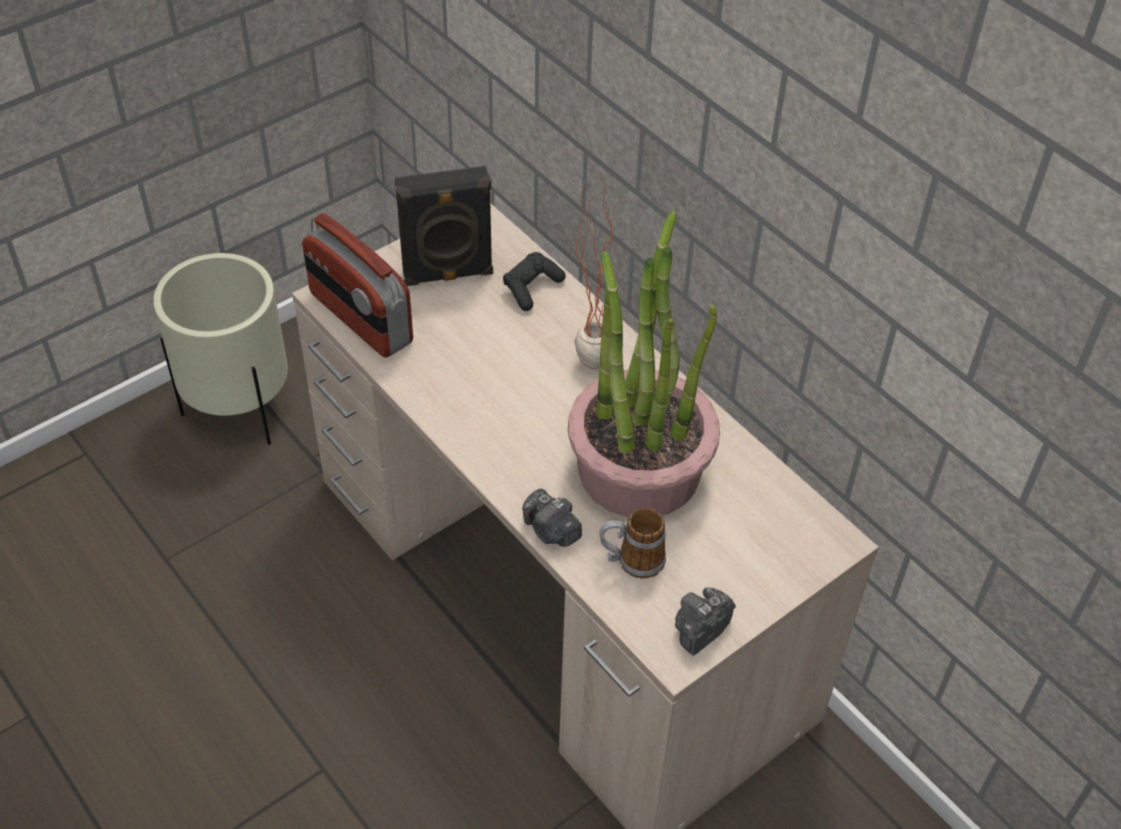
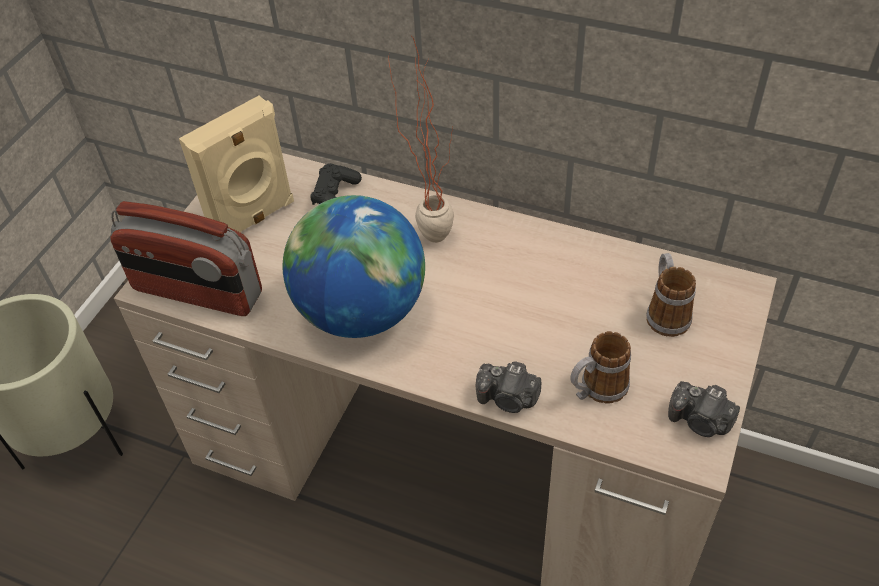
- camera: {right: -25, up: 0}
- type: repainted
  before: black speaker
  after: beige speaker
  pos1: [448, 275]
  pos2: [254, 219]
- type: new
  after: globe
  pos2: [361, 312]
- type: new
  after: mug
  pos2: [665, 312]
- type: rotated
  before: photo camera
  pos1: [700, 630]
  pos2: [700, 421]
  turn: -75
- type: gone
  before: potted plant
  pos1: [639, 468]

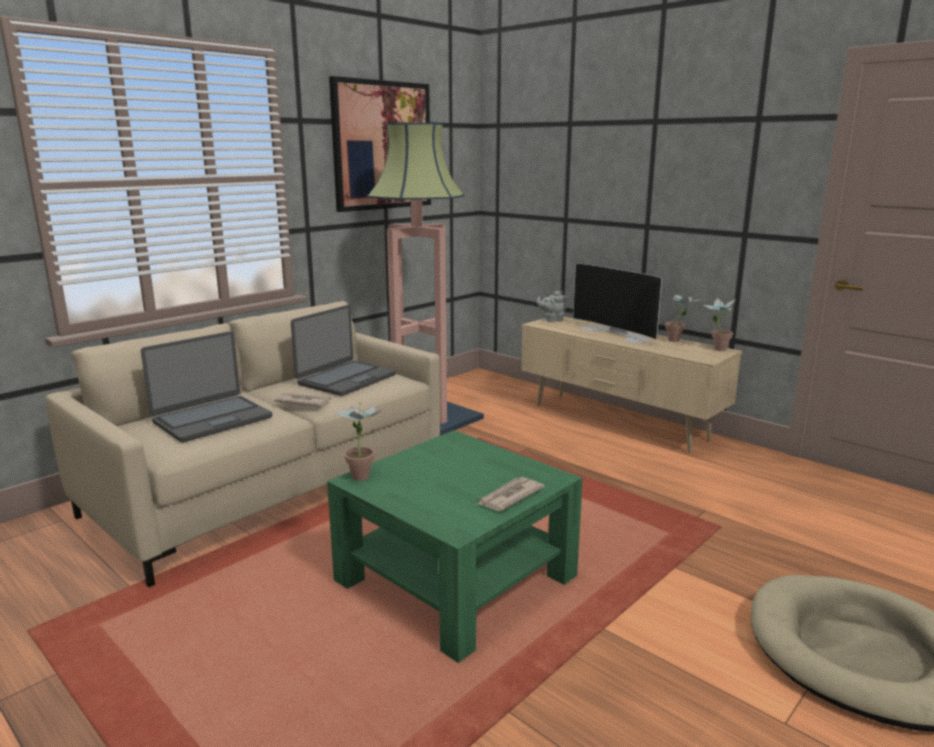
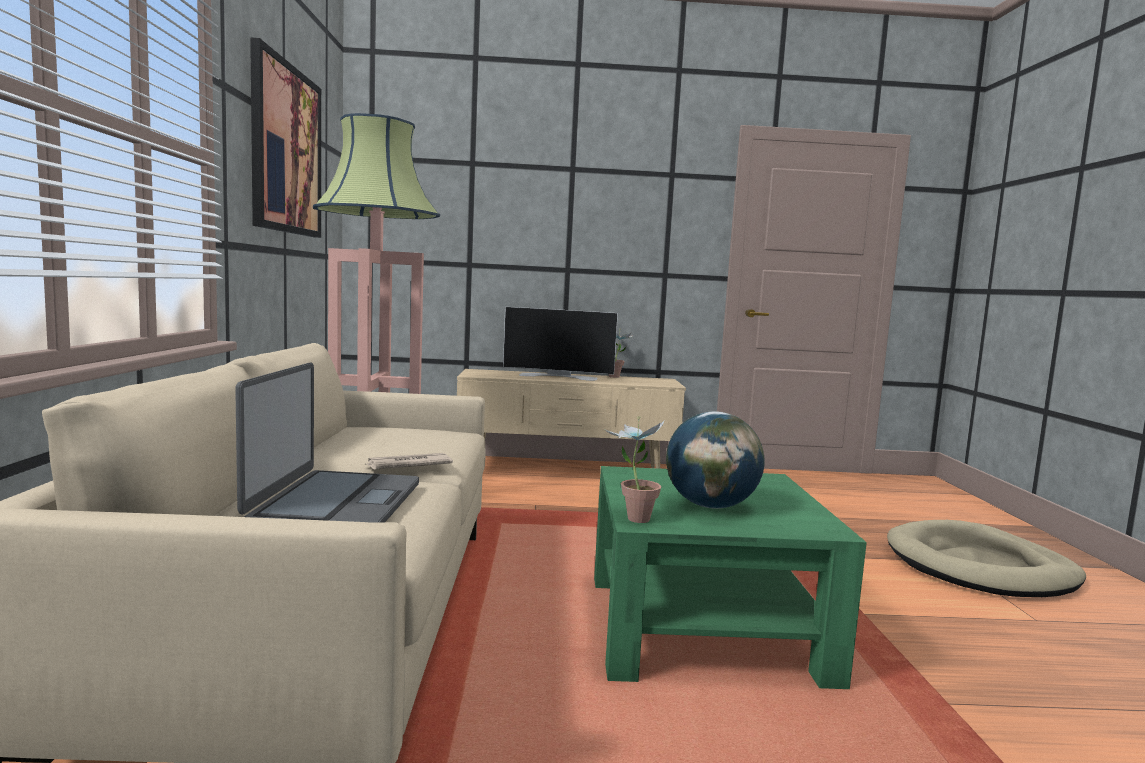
- camera: {right: -45, up: -10}
- type: new
  after: globe
  pos2: [710, 505]
- type: gone
  before: laptop
  pos1: [346, 379]
- type: gone
  before: newspaper
  pos1: [509, 497]
- type: gone
  before: grey teapot
  pos1: [552, 320]
- type: gone
  before: potted plant
  pos1: [715, 349]

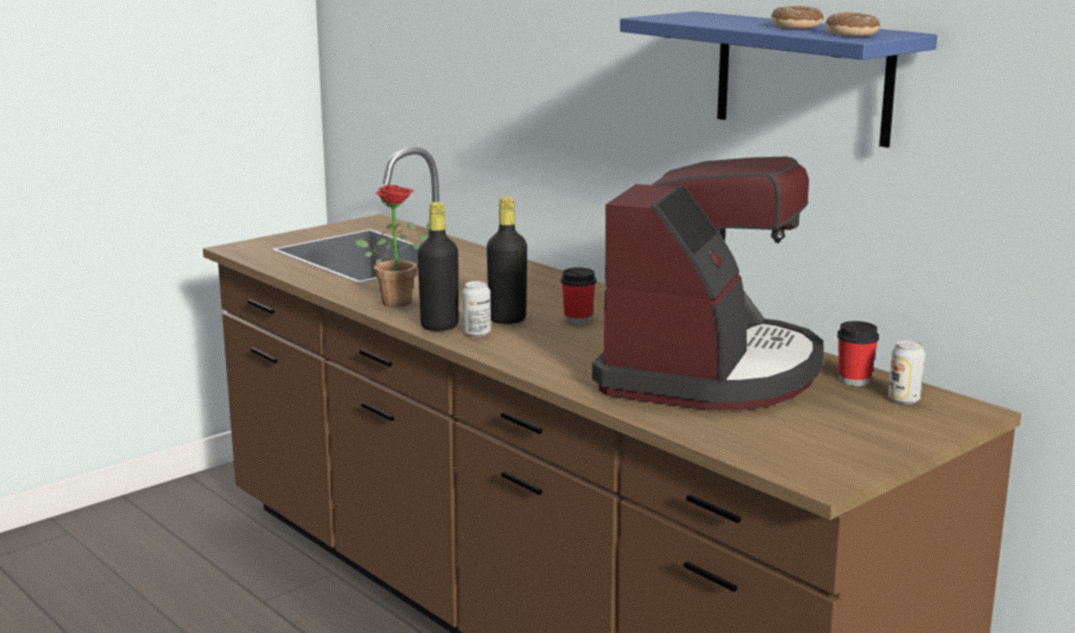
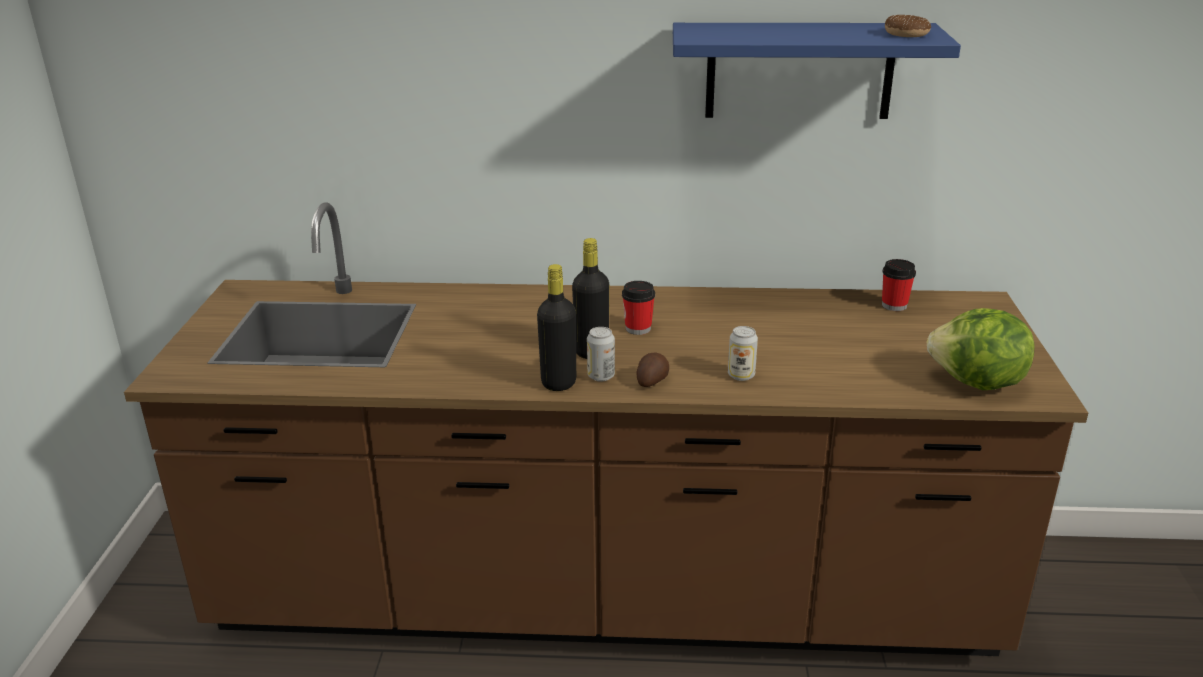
- camera: {right: -45, up: 10}
- type: new
  after: potato
  pos2: [651, 380]
- type: shifted
  before: can
  pos1: [904, 399]
  pos2: [741, 375]
- type: new
  after: lettuce
  pos2: [977, 384]
- type: gone
  before: potted plant
  pos1: [401, 300]
- type: gone
  before: coffee machine
  pos1: [709, 372]
- type: gone
  before: donut
  pos1: [796, 26]

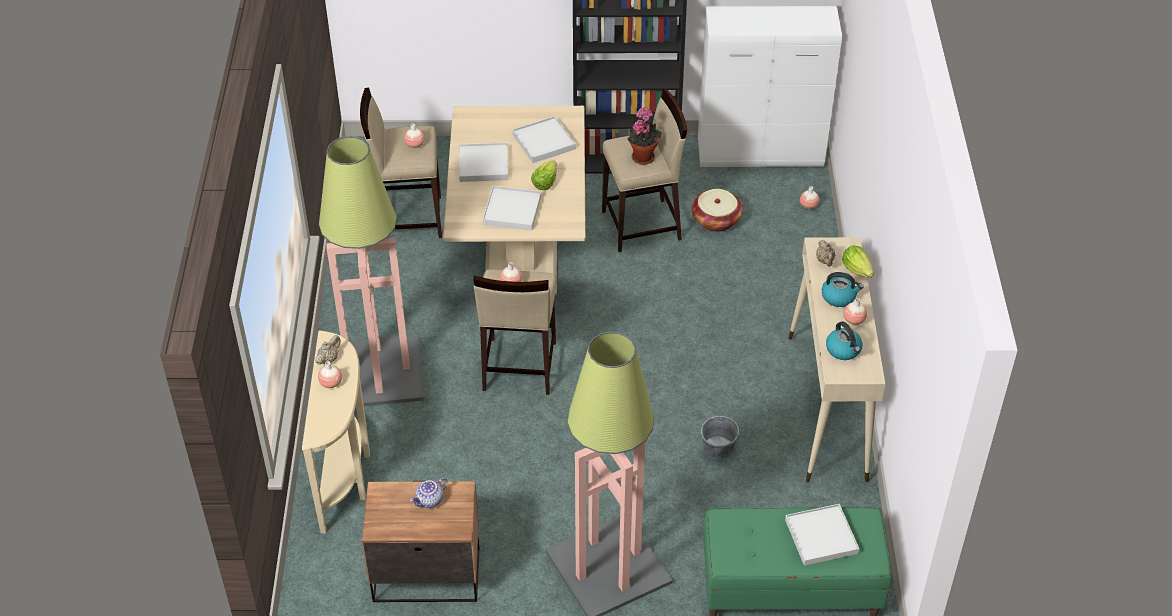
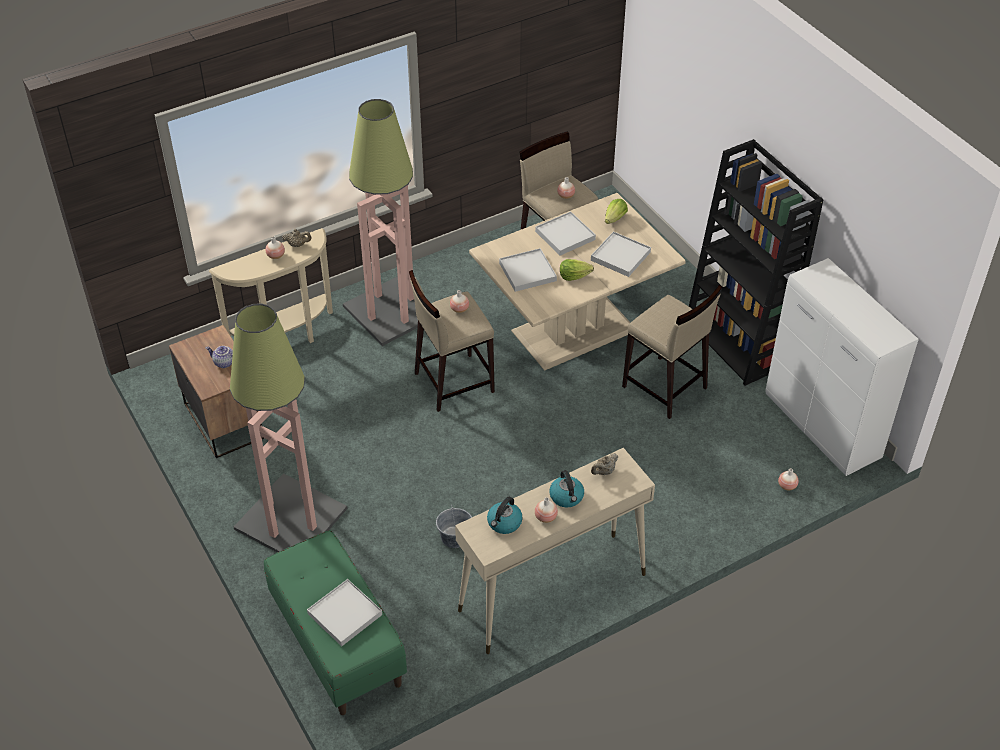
- camera: {right: 60, up: 0}
- type: shifted
  before: lettuce
  pos1: [857, 270]
  pos2: [615, 219]
- type: gone
  before: potted plant
  pos1: [642, 156]
- type: gone
  before: basket
  pos1: [716, 220]

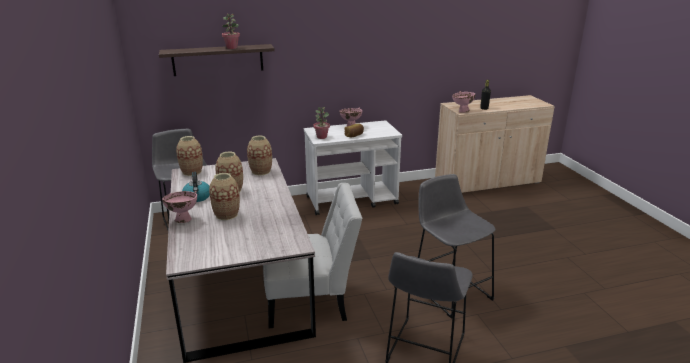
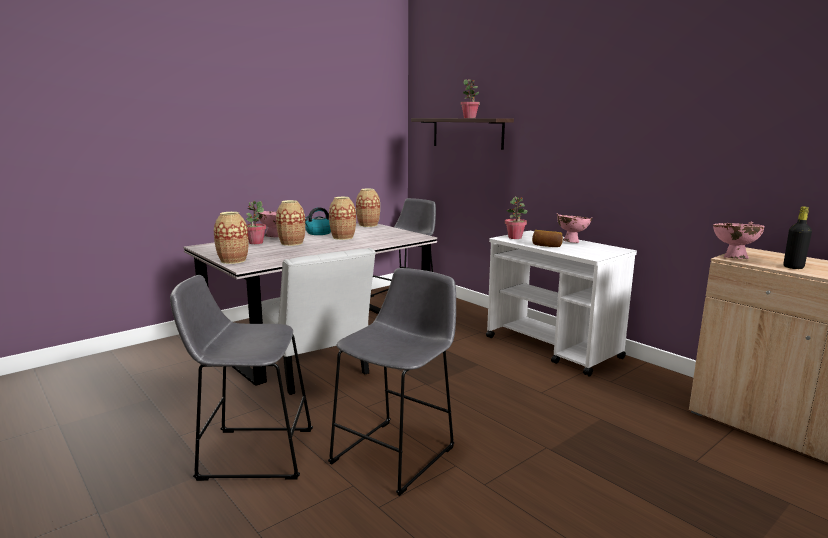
- camera: {right: 65, up: -10}
- type: shifted
  before: vase
  pos1: [261, 171]
  pos2: [233, 260]
- type: new
  after: potted plant
  pos2: [256, 242]

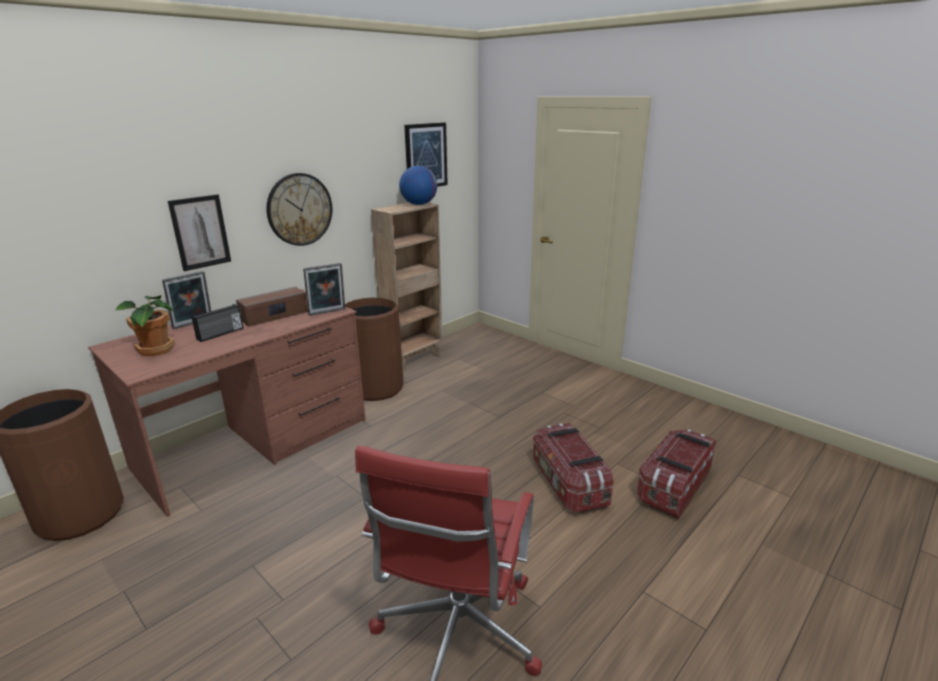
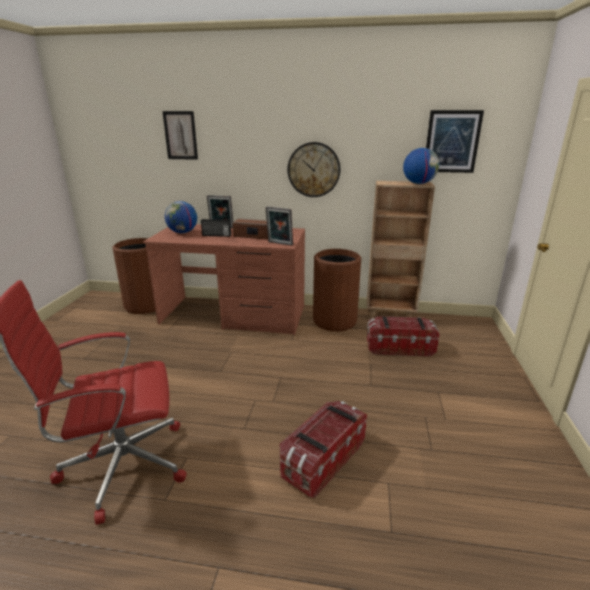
- camera: {right: 55, up: 0}
- type: shifted
  before: picture
  pos1: [200, 232]
  pos2: [180, 135]
- type: swapped
  before: potted plant
  after: globe
  pos1: [155, 350]
  pos2: [182, 232]
- type: shifted
  before: storage box
  pos1: [673, 487]
  pos2: [399, 348]

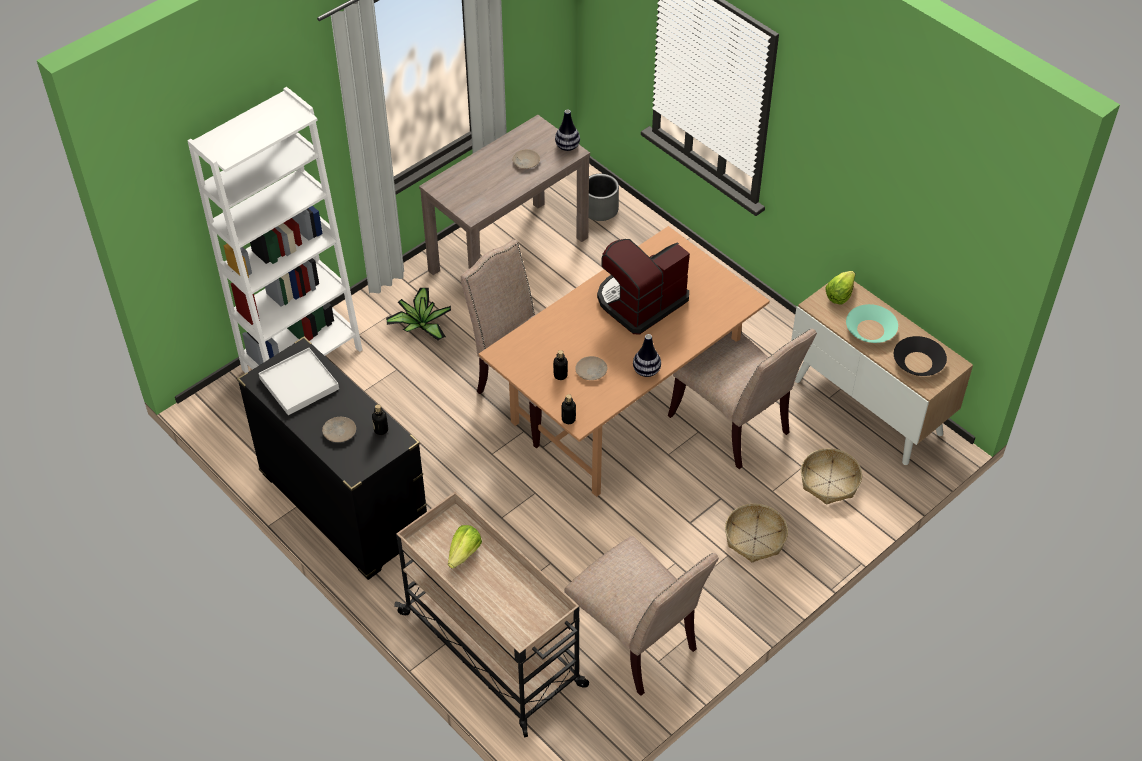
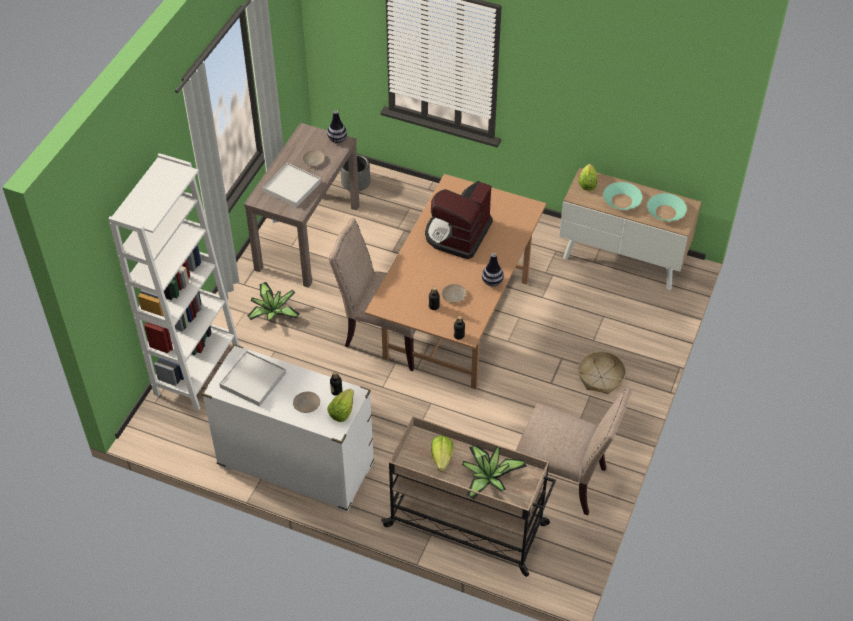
- camera: {right: -25, up: 0}
- type: repainted
  before: black dresser
  after: white dresser
  pos1: [343, 505]
  pos2: [295, 466]
- type: new
  after: white tray
  pos2: [292, 187]
- type: new
  after: lettuce
  pos2: [342, 411]
- type: new
  after: potted plant
  pos2: [488, 477]
- type: repainted
  before: black bowl
  after: turquoise bowl
  pos1: [918, 362]
  pos2: [665, 212]
- type: gone
  before: beige chair
  pos1: [734, 425]
- type: gone
  before: basket
  pos1: [829, 482]

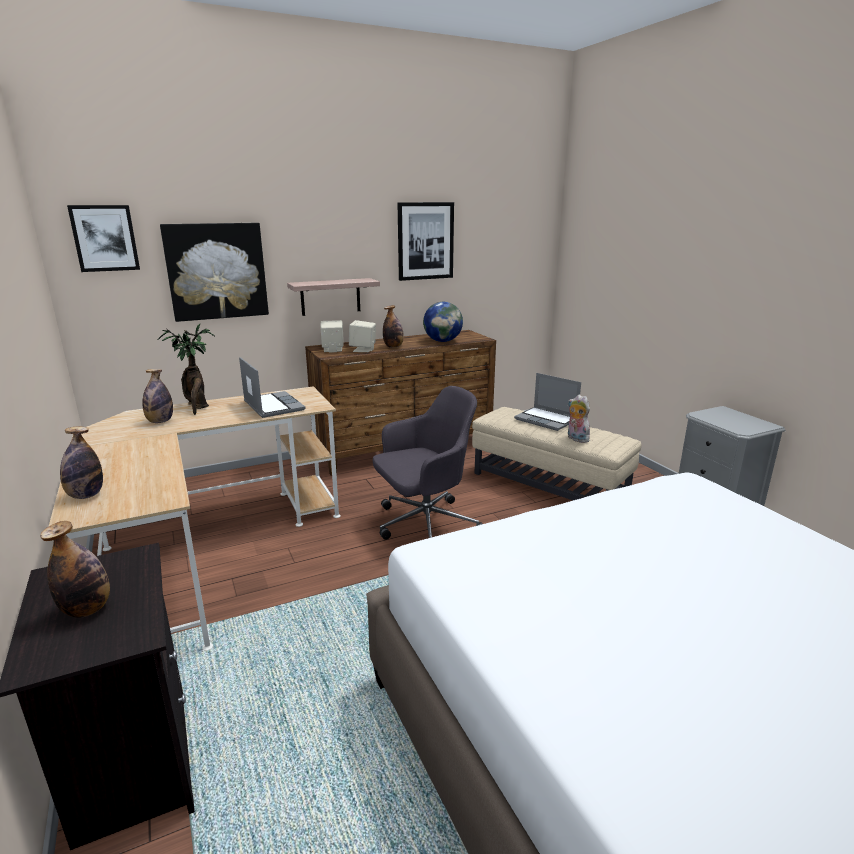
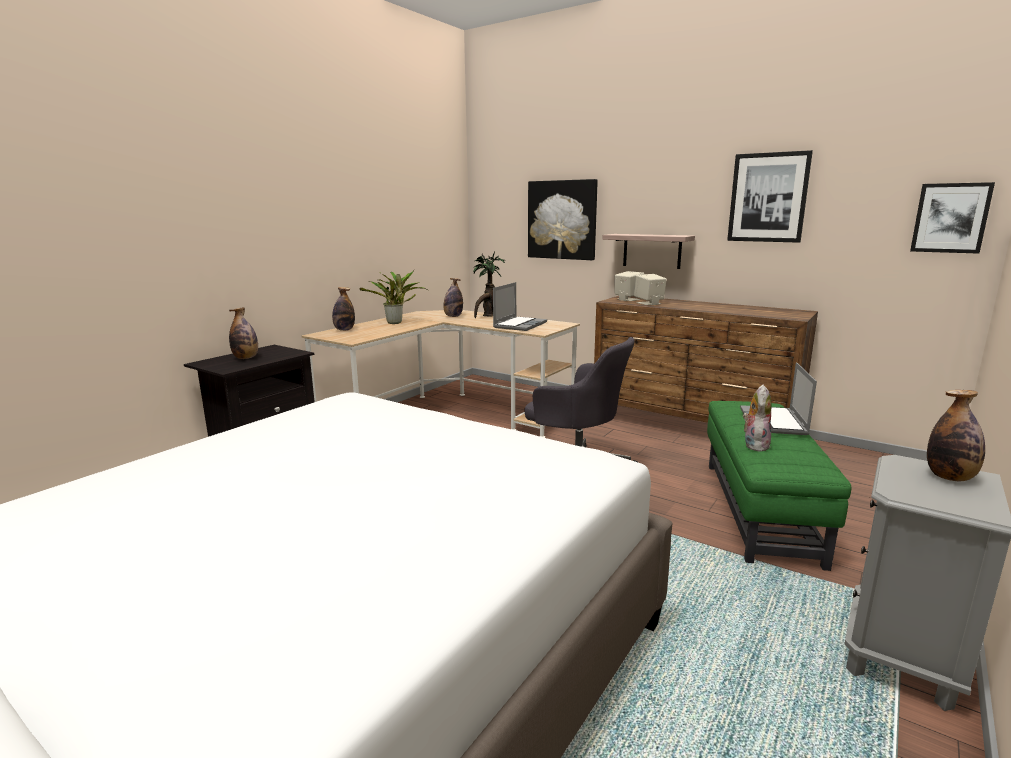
- camera: {right: 60, up: -5}
- type: new
  after: potted plant
  pos2: [396, 323]
- type: repainted
  before: beige ottoman
  after: green ottoman
  pos1: [548, 485]
  pos2: [759, 510]
- type: shifted
  before: picture
  pos1: [105, 238]
  pos2: [950, 218]
- type: shifted
  before: bottle
  pos1: [393, 347]
  pos2: [950, 477]
- type: gone
  before: globe
  pos1: [442, 341]

